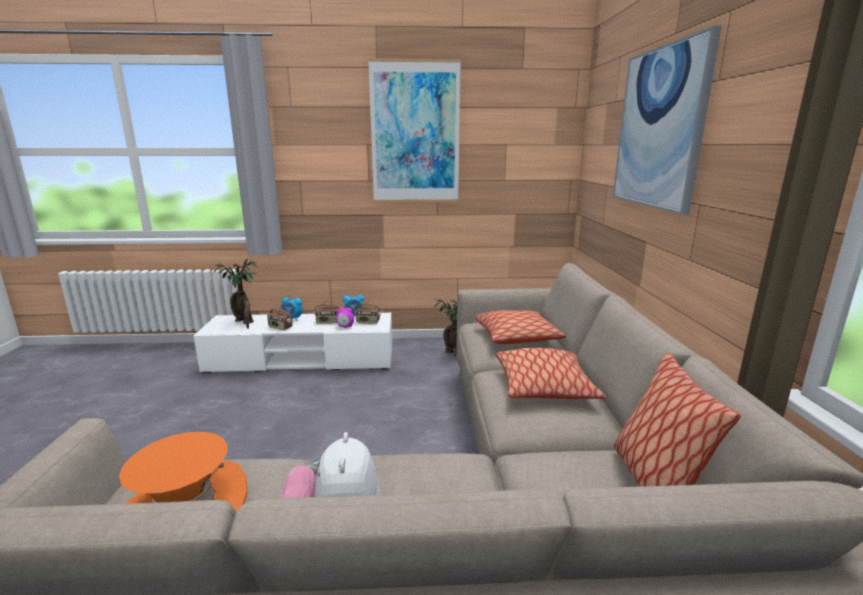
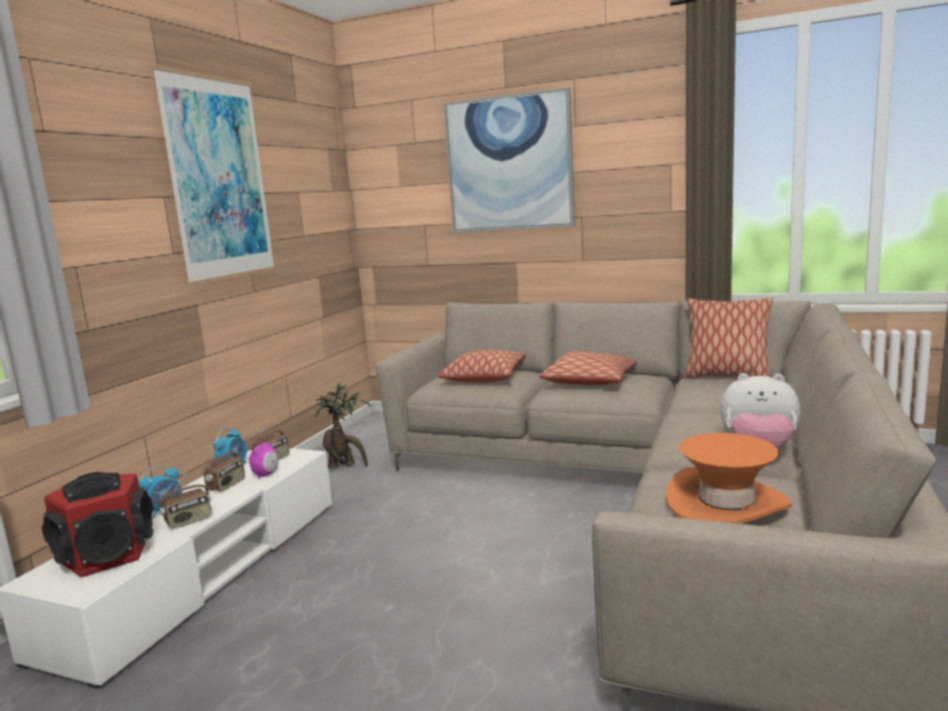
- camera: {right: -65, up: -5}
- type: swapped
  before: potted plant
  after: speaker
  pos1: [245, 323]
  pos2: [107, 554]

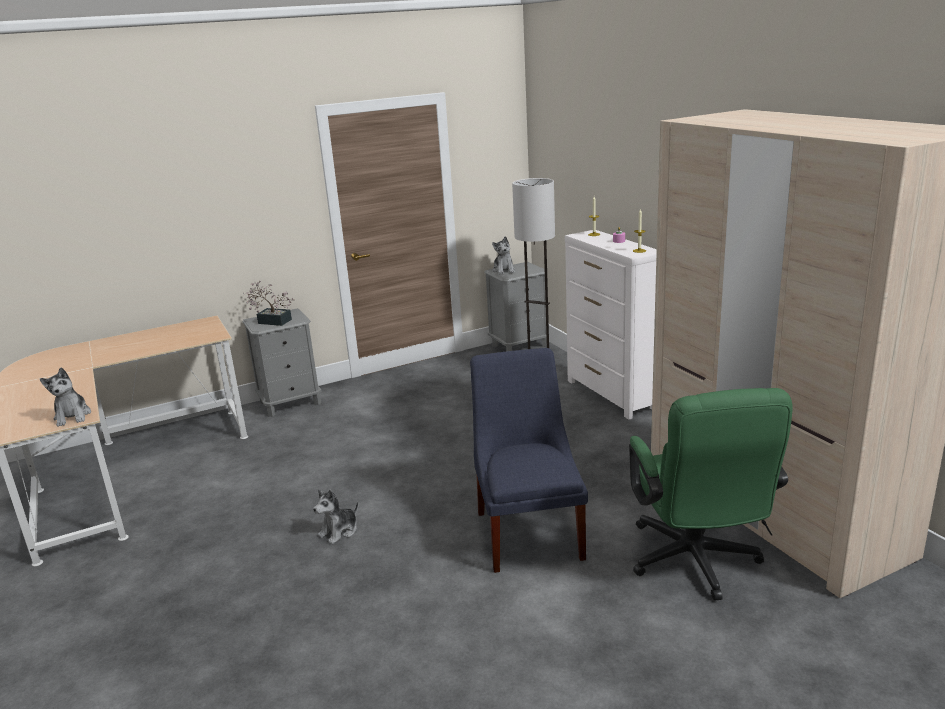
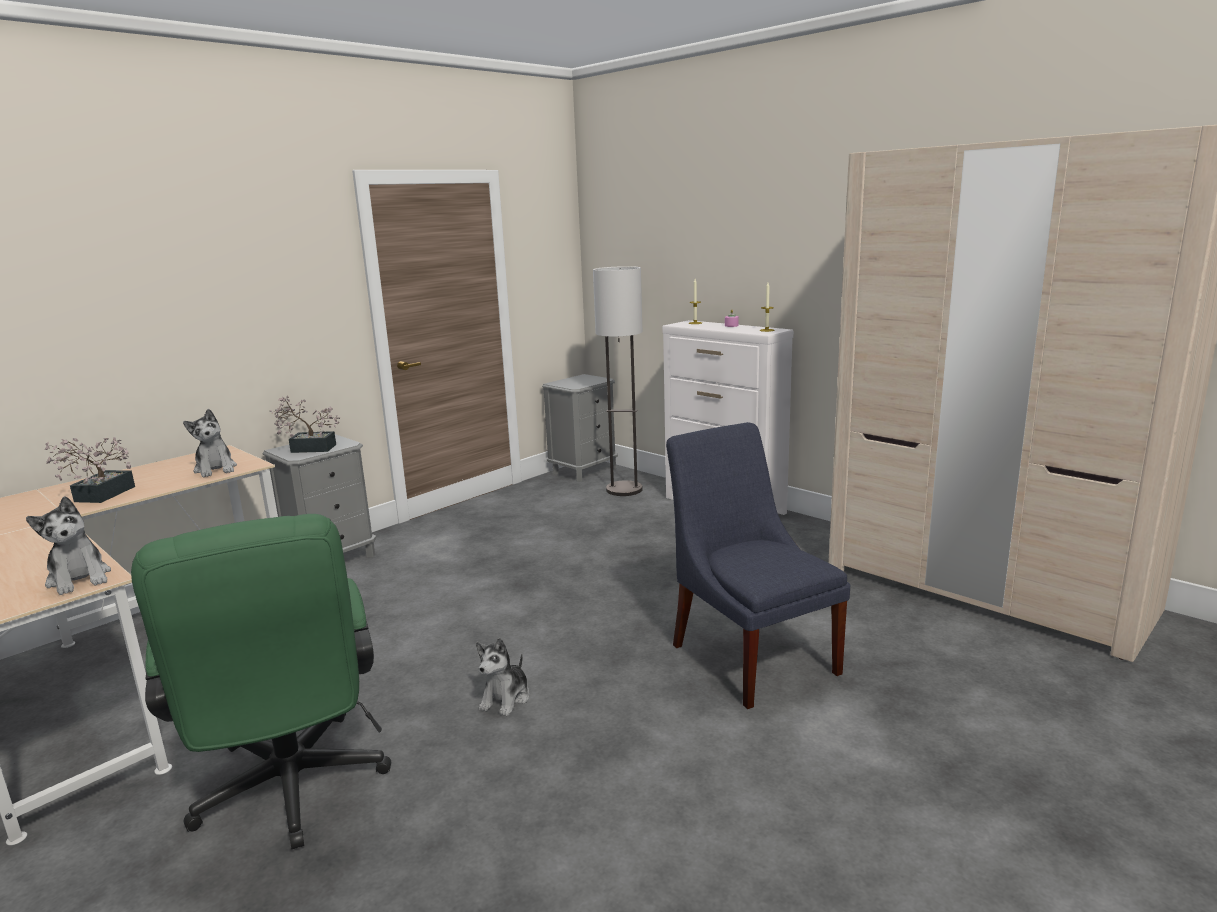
- camera: {right: -20, up: -5}
- type: new
  after: potted plant
  pos2: [99, 496]
- type: shifted
  before: green office chair
  pos1: [696, 564]
  pos2: [292, 793]
- type: shifted
  before: plush toy
  pos1: [504, 270]
  pos2: [216, 469]

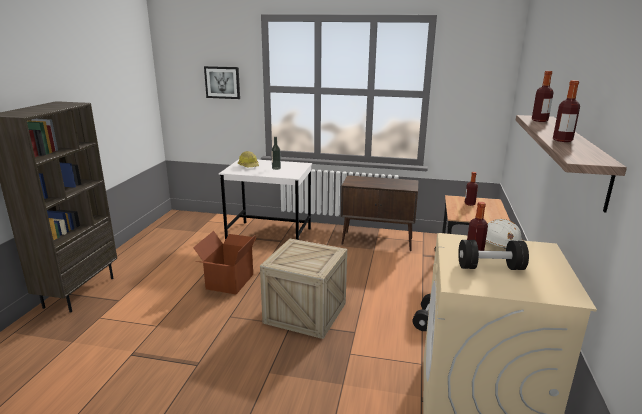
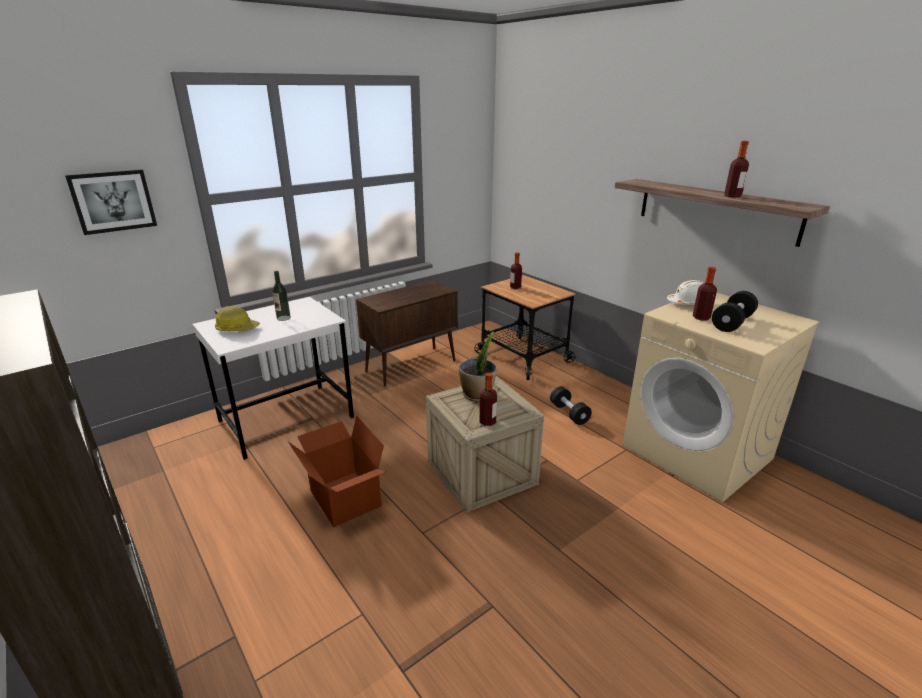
- camera: {right: -50, up: 5}
- type: new
  after: potted plant
  pos2: [477, 395]
- type: shifted
  before: bottle
  pos1: [539, 120]
  pos2: [487, 422]

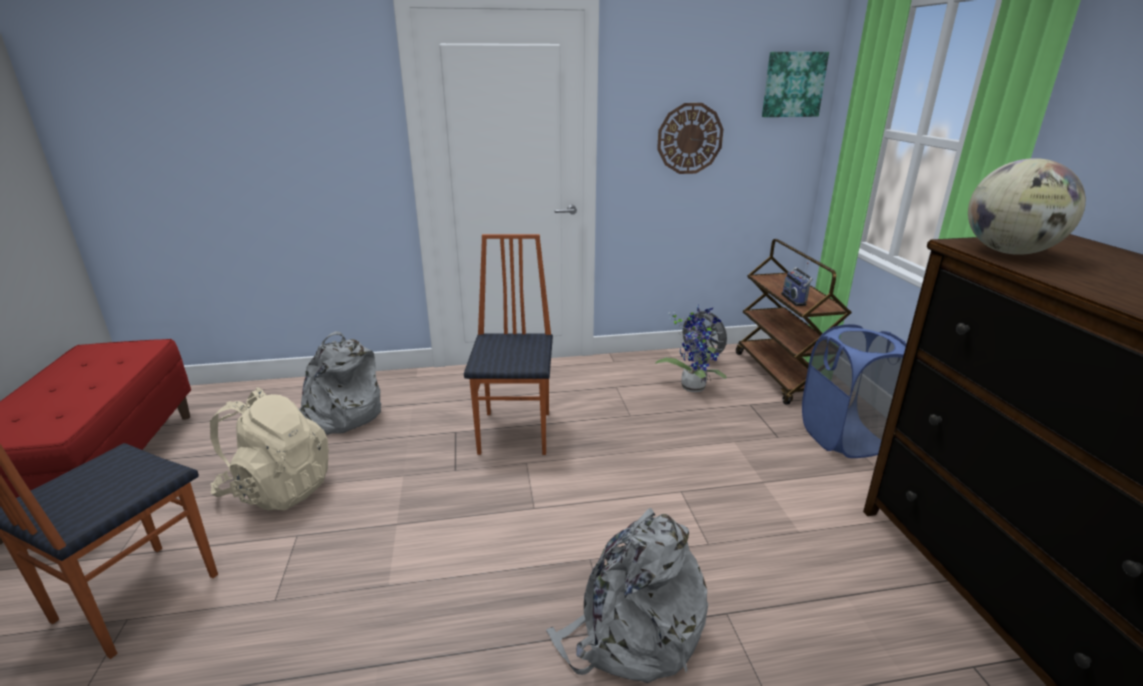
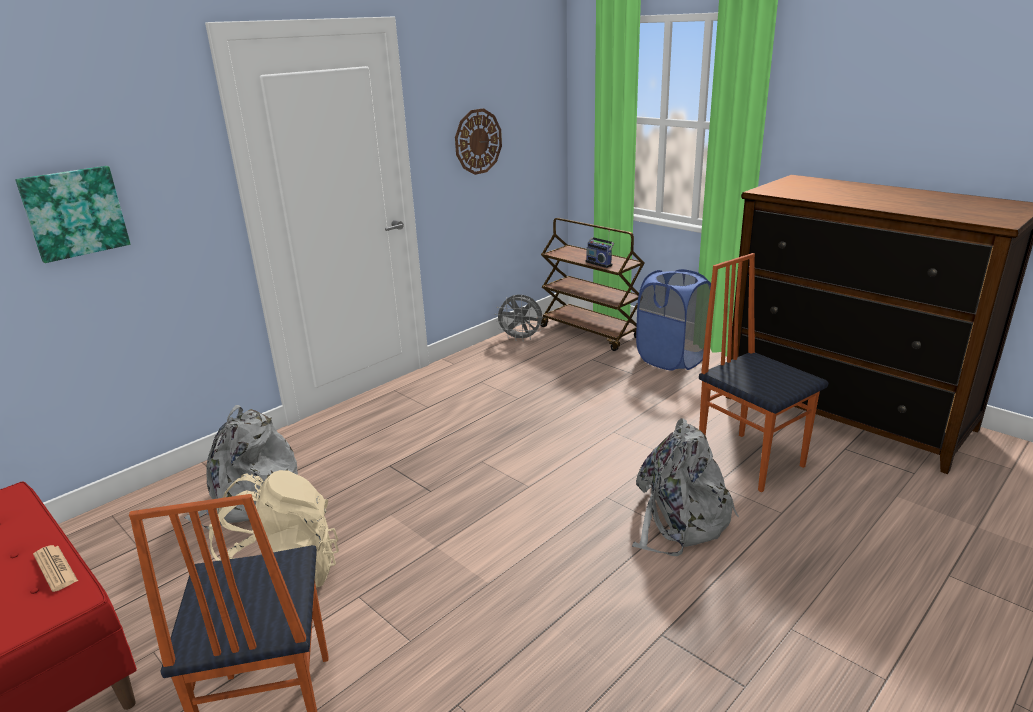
- camera: {right: -35, up: 0}
- type: shifted
  before: picture
  pos1: [793, 84]
  pos2: [74, 213]
- type: new
  after: newspaper
  pos2: [55, 568]
- type: shifted
  before: chair
  pos1: [516, 432]
  pos2: [750, 460]
- type: gone
  before: potted plant
  pos1: [693, 385]
- type: gone
  before: globe
  pos1: [1009, 252]

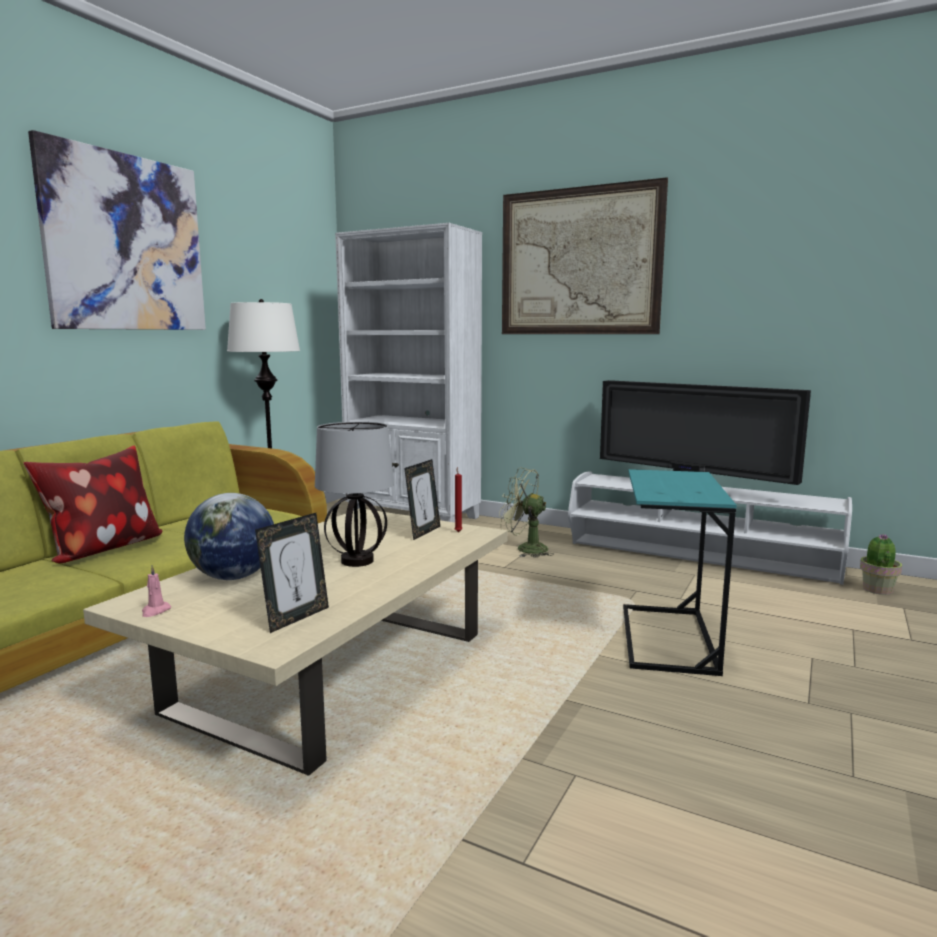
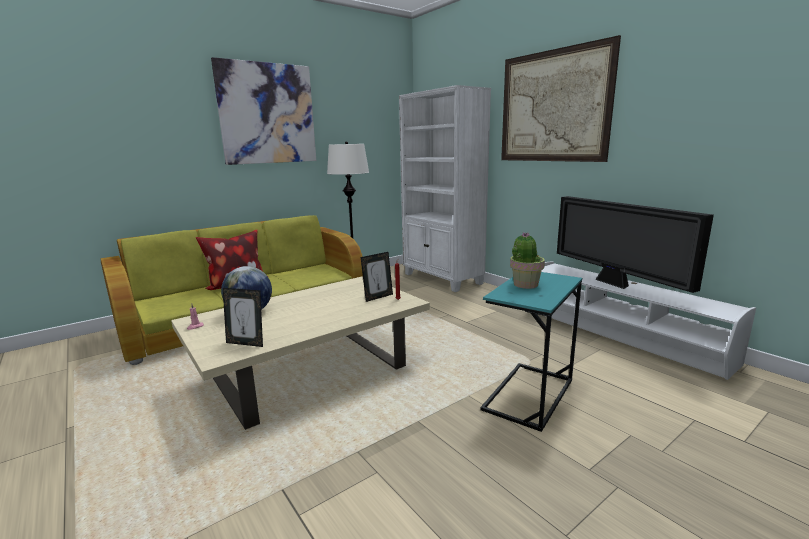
- camera: {right: 25, up: 5}
- type: rotated
  before: picture frame
  pos1: [296, 618]
  pos2: [246, 343]
  turn: 45
- type: shifted
  before: potted plant
  pos1: [877, 590]
  pos2: [525, 285]
- type: gone
  before: table lamp
  pos1: [356, 561]
- type: gone
  before: green fan
  pos1: [525, 549]

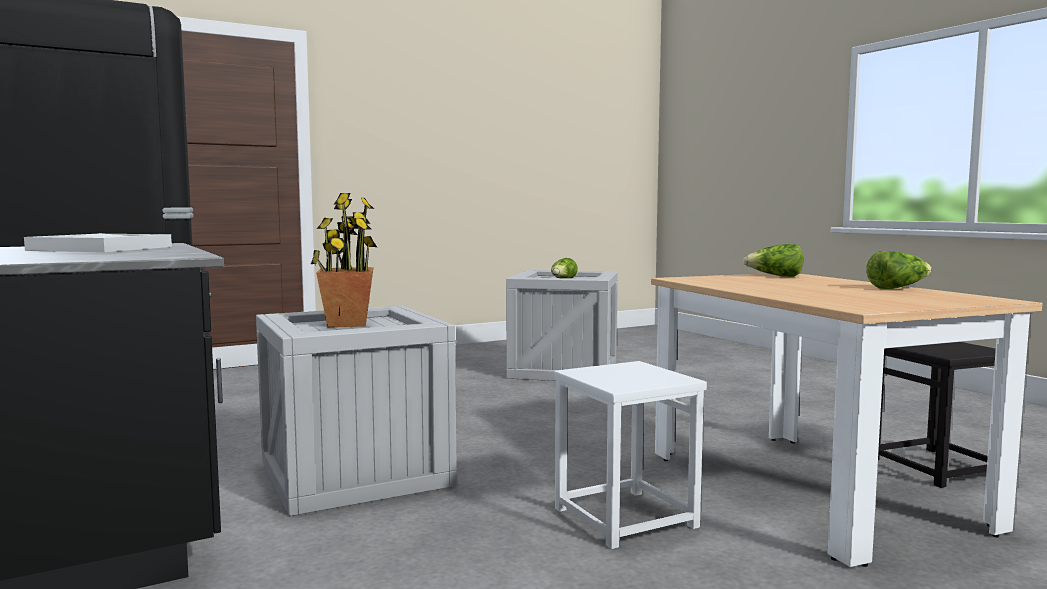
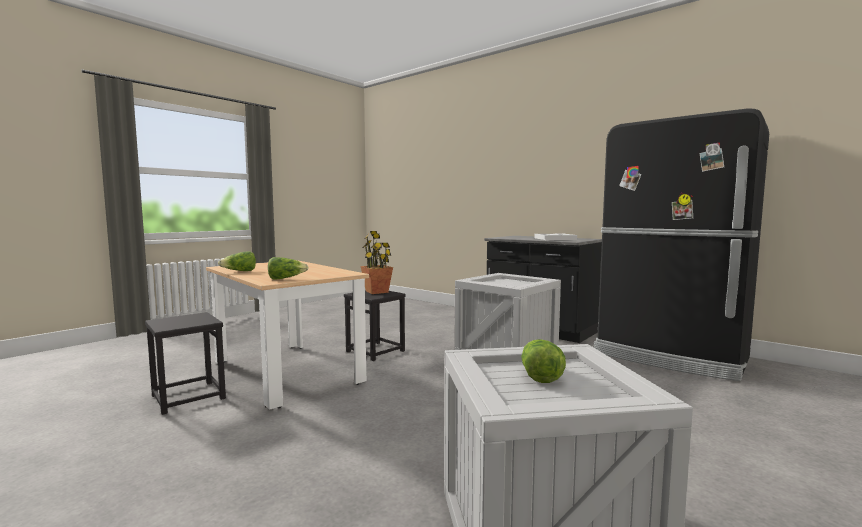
- camera: {right: 160, up: 0}
- type: repainted
  before: white stool
  after: black stool
  pos1: [624, 518]
  pos2: [376, 351]
- type: shifted
  before: potted plant
  pos1: [346, 324]
  pos2: [377, 292]

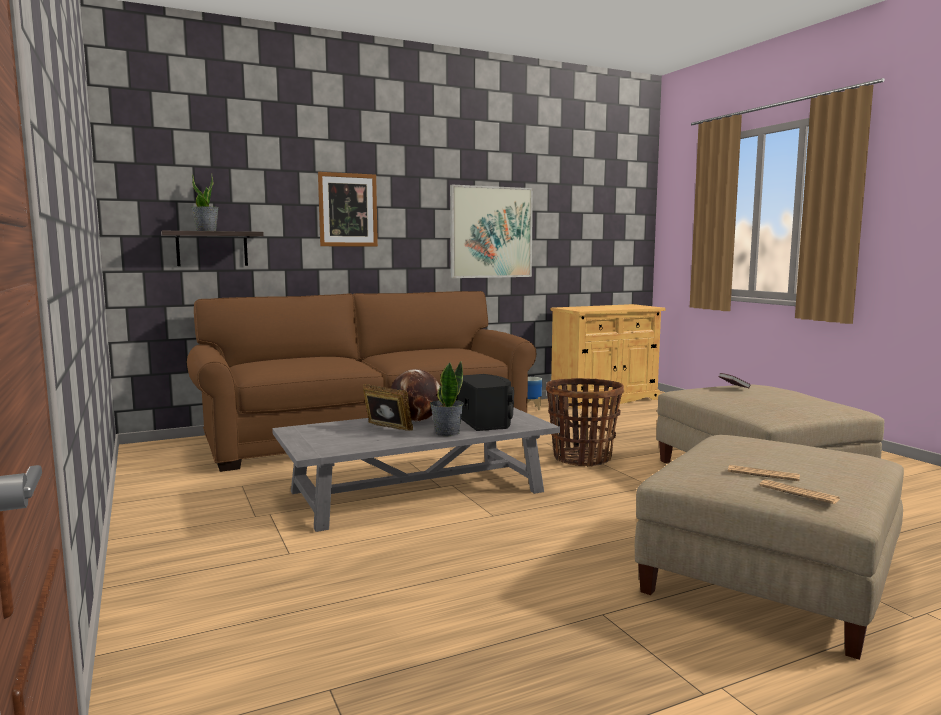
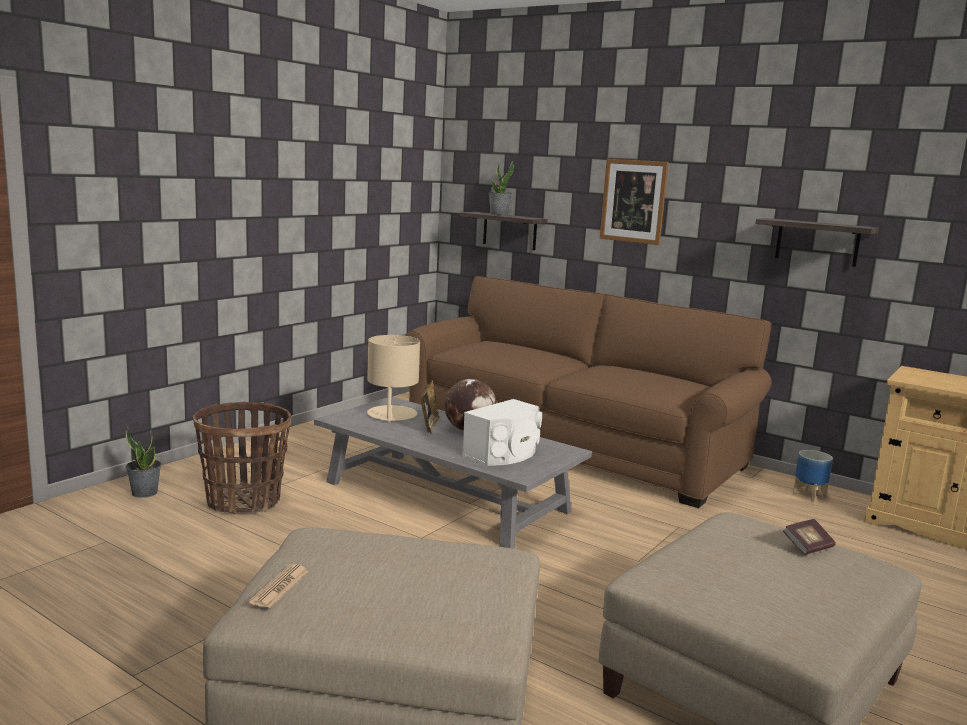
- camera: {right: 60, up: 5}
- type: shifted
  before: potted plant
  pos1: [446, 433]
  pos2: [144, 492]
- type: shifted
  before: basket
  pos1: [582, 458]
  pos2: [244, 501]
- type: new
  after: beige table lamp
  pos2: [392, 415]
- type: repainted
  before: black speaker
  after: white speaker
  pos1: [485, 421]
  pos2: [504, 454]
- type: swapped
  before: picture
  after: shelf
  pos1: [491, 232]
  pos2: [817, 242]
- type: gone
  before: newspaper
  pos1: [763, 474]

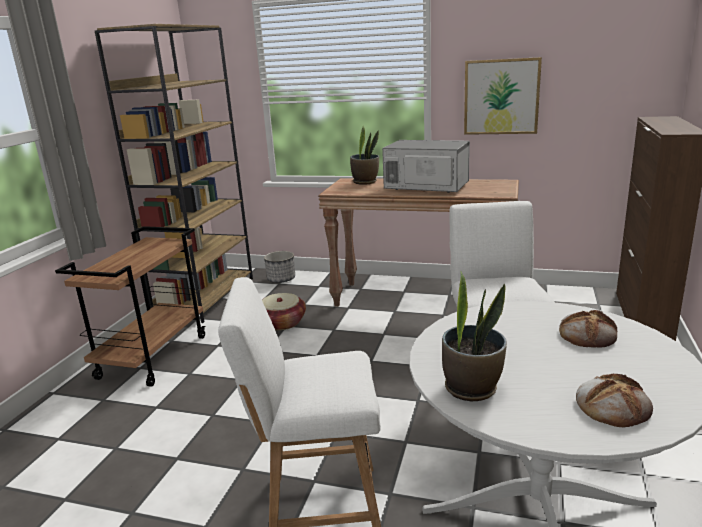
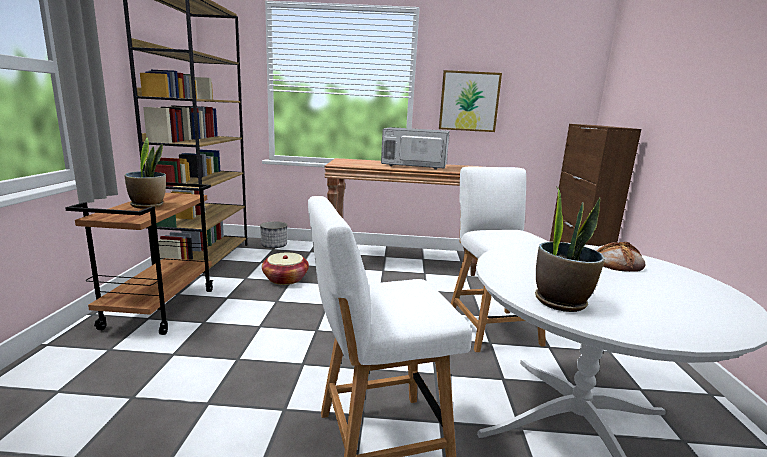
- camera: {right: -15, up: -5}
- type: shifted
  before: potted plant
  pos1: [365, 182]
  pos2: [148, 205]
- type: gone
  before: bread
  pos1: [612, 405]

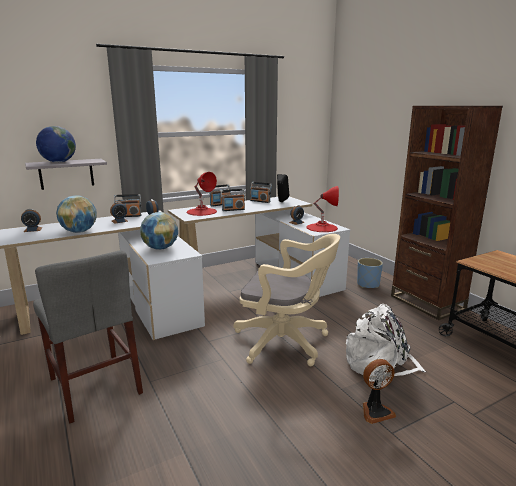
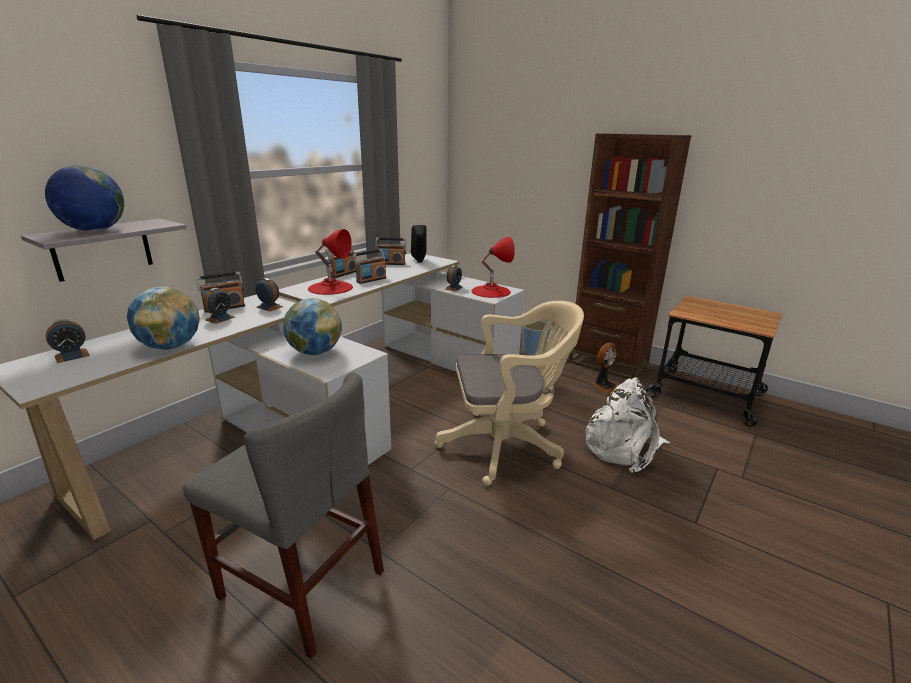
- camera: {right: -25, up: 5}
- type: shifted
  before: fan
  pos1: [375, 411]
  pos2: [604, 386]

